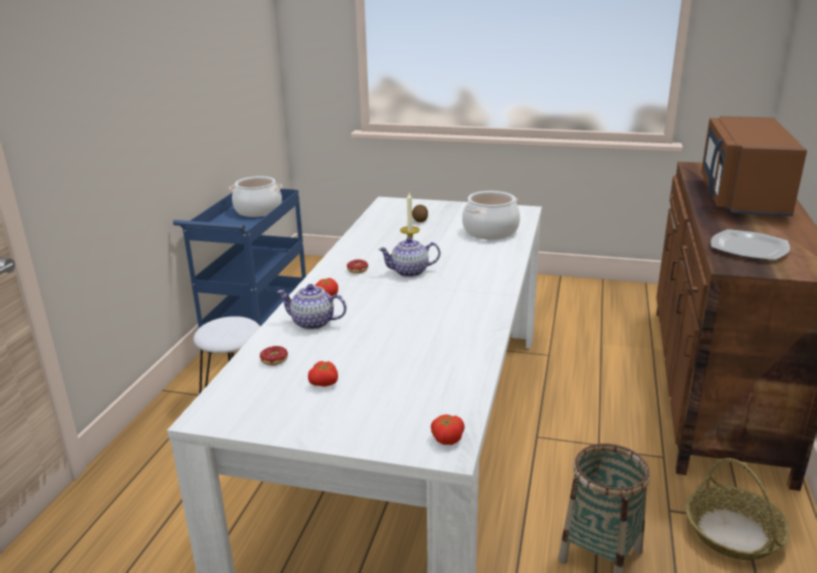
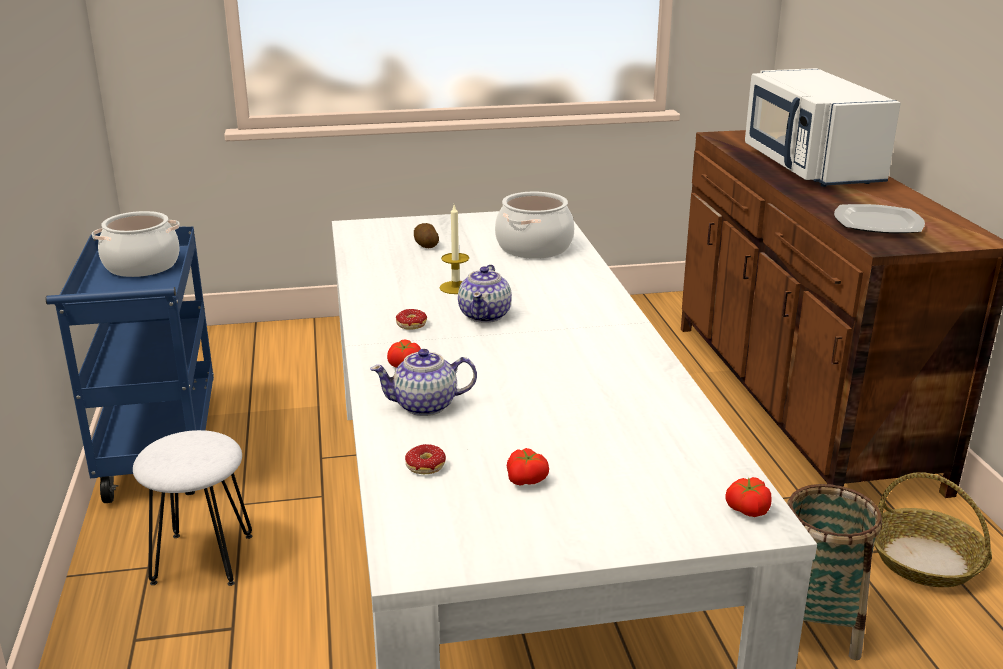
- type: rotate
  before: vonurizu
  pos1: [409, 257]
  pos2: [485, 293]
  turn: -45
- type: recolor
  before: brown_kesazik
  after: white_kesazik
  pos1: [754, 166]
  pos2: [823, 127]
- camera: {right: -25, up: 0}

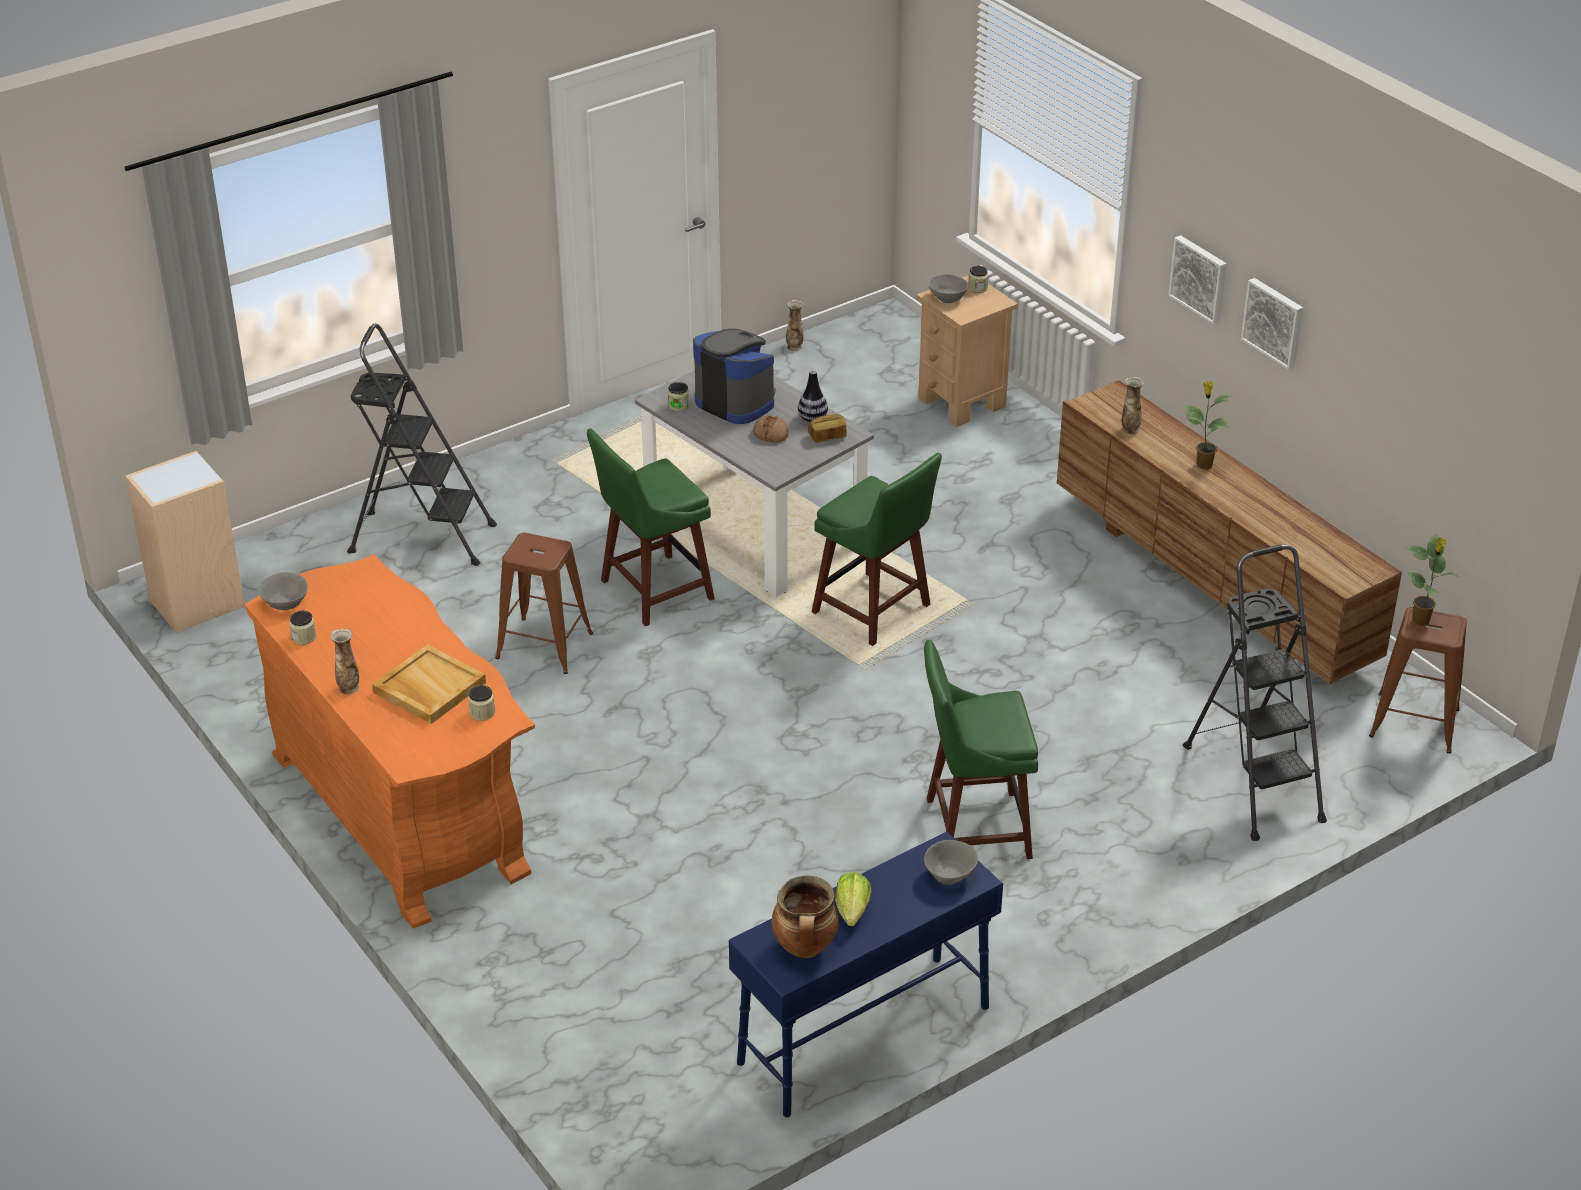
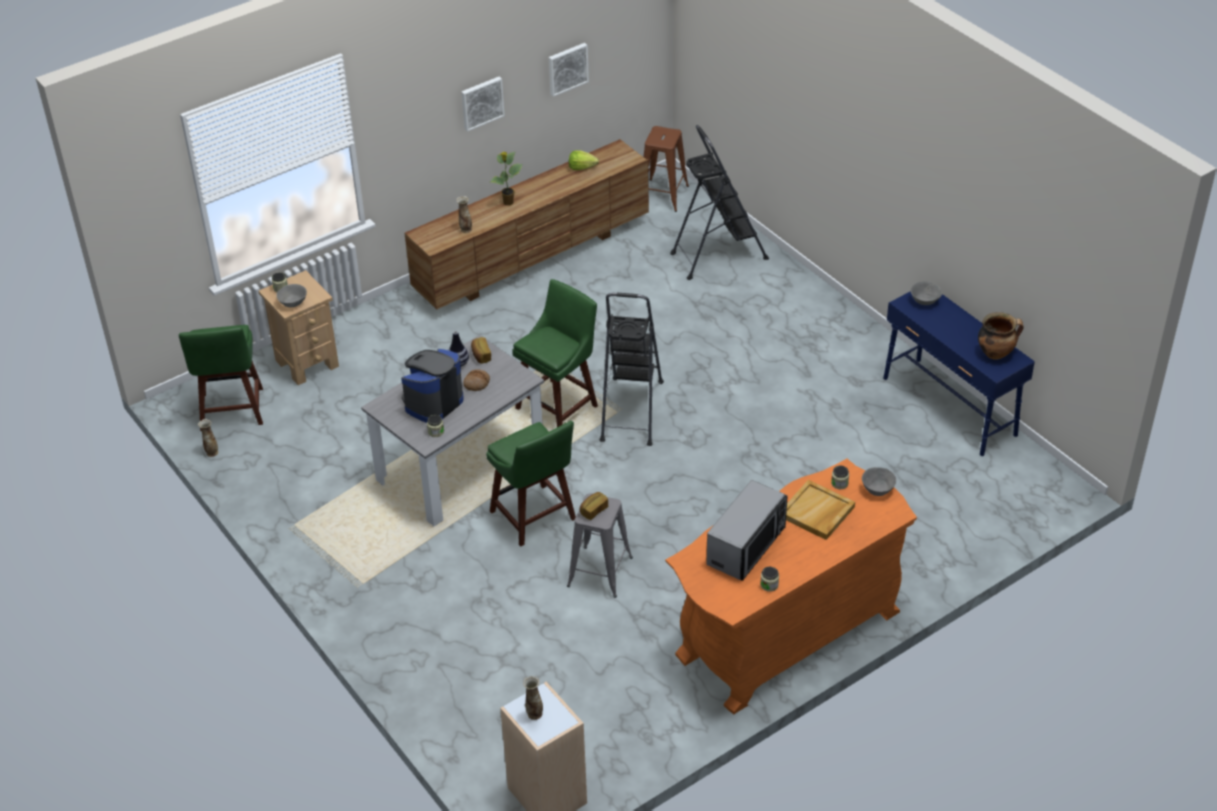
- type: move
  before: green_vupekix
  pos1: [981, 749]
  pos2: [221, 378]
- type: move
  before: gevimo
  pos1: [344, 662]
  pos2: [533, 698]
- type: move
  before: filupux
  pos1: [1197, 279]
  pos2: [569, 70]
- type: recolor
  before: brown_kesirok
  after: grey_kesirok
  pos1: [544, 603]
  pos2: [600, 545]
- type: move
  before: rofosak
  pos1: [853, 899]
  pos2: [584, 160]
- type: insert
  after: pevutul
  pos2: [594, 506]
- type: move
  before: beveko
  pos1: [422, 445]
  pos2: [632, 369]
- type: insert
  after: kesazik
  pos2: [747, 530]
- type: move
  before: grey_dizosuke
  pos1: [283, 591]
  pos2: [879, 481]
- type: delete
  before: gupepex
  pos1: [1432, 579]
- camera: {right: -90, up: 5}

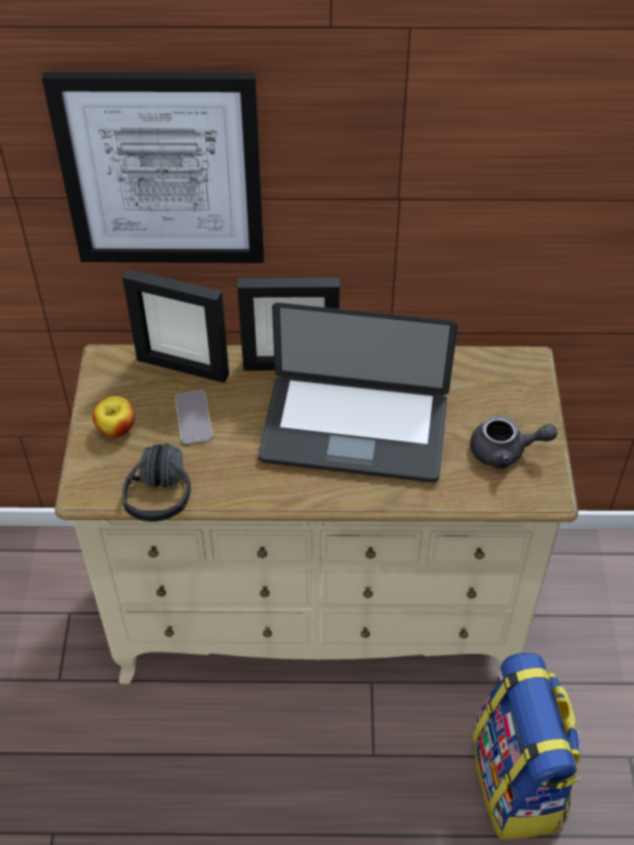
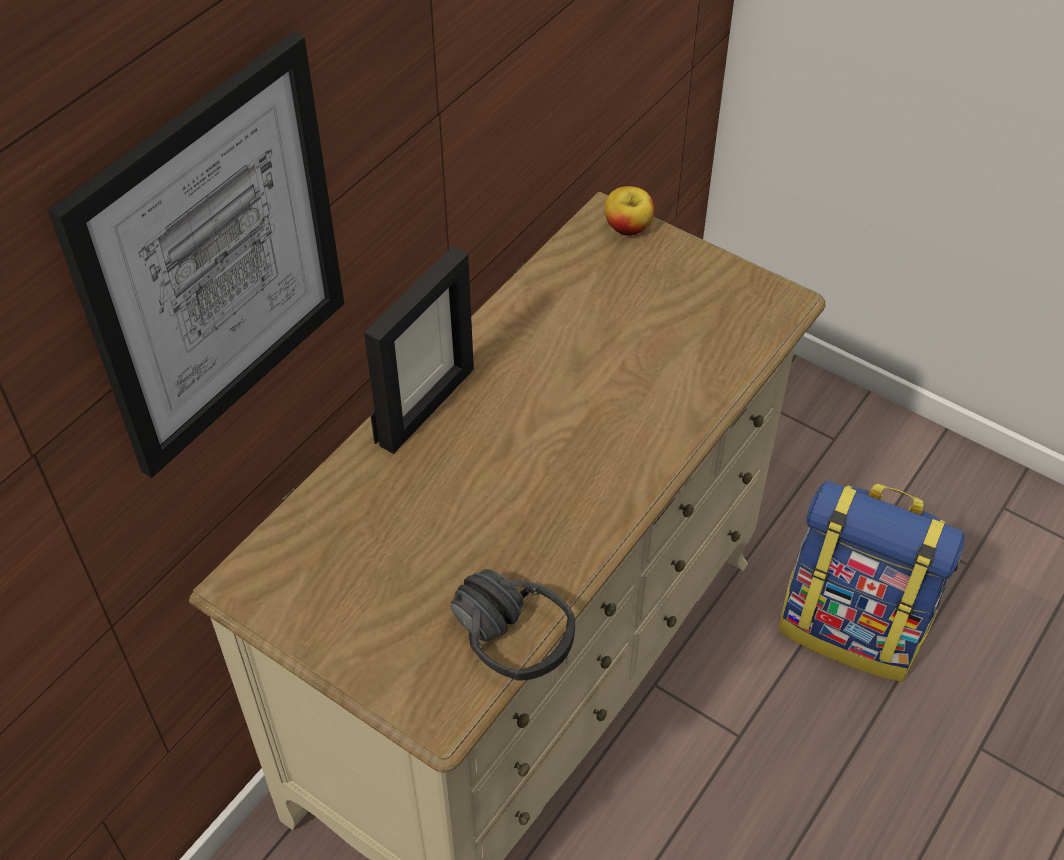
- type: move
  before: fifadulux
  pos1: [114, 416]
  pos2: [629, 211]
- type: delete
  before: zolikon
  pos1: [175, 326]
- type: delete
  before: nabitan
  pos1: [194, 417]
- type: delete
  before: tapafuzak
  pos1: [358, 393]
- type: delete
  before: grey_vonurizu
  pos1: [514, 442]
- camera: {right: -55, up: 0}

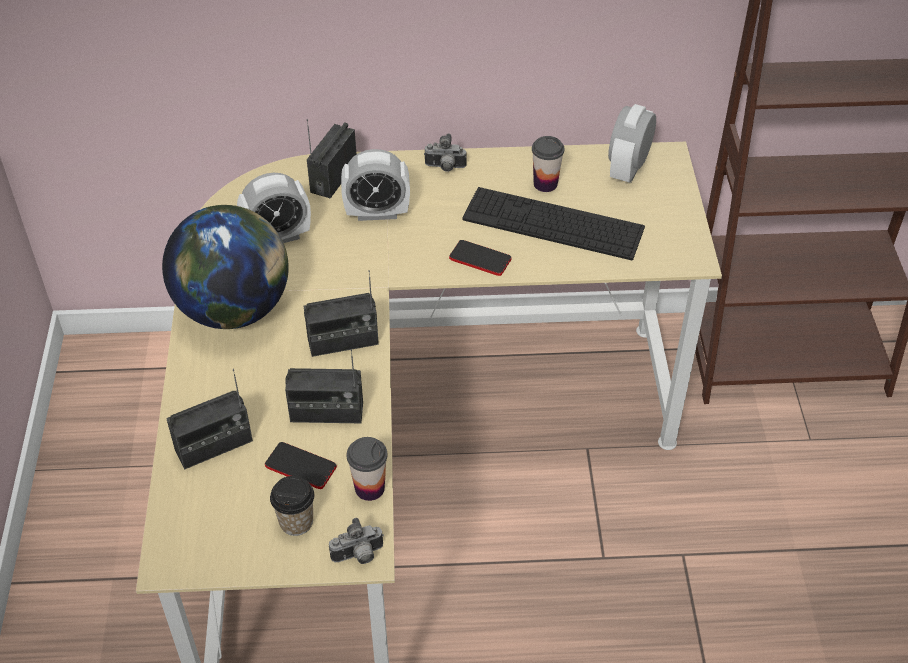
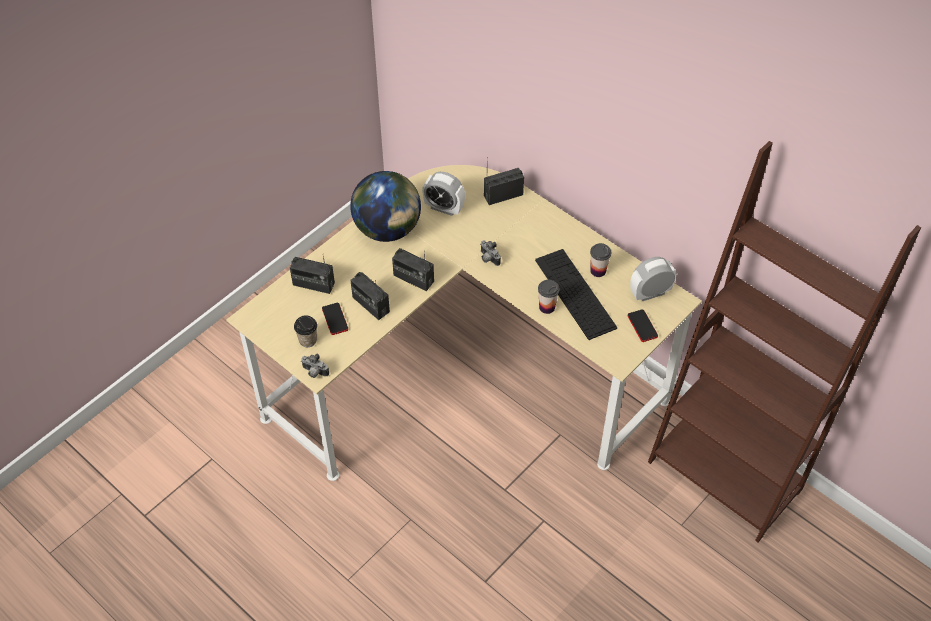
- type: move
  before: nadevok
  pos1: [445, 153]
  pos2: [490, 253]
- type: move
  before: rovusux
  pos1: [367, 469]
  pos2: [549, 297]
- type: move
  before: nabitan
  pos1: [480, 258]
  pos2: [643, 325]
- type: delete
  before: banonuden
  pos1: [375, 185]
- camera: {right: 45, up: 5}

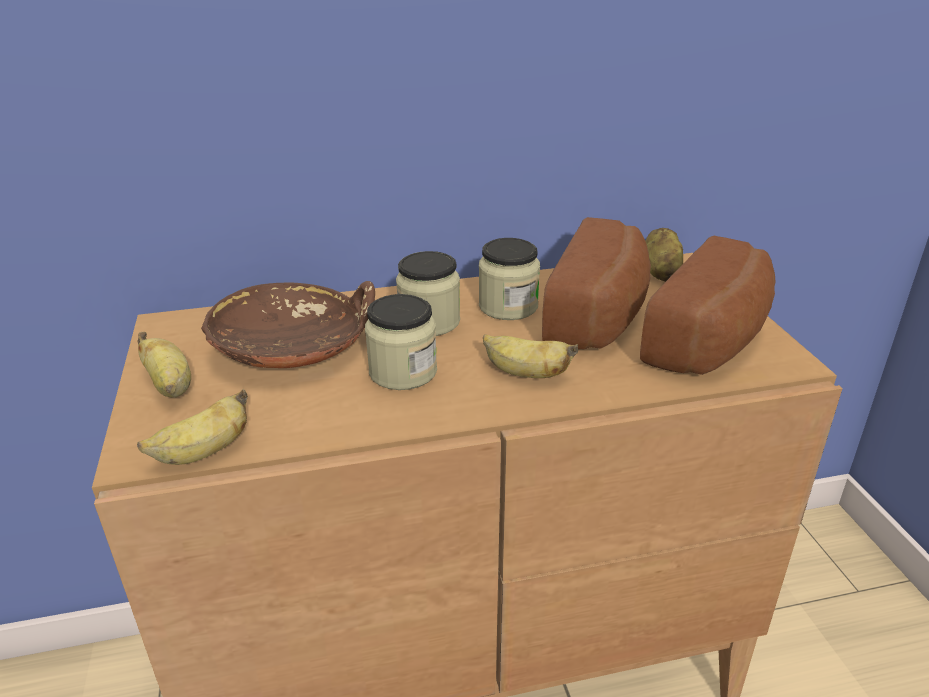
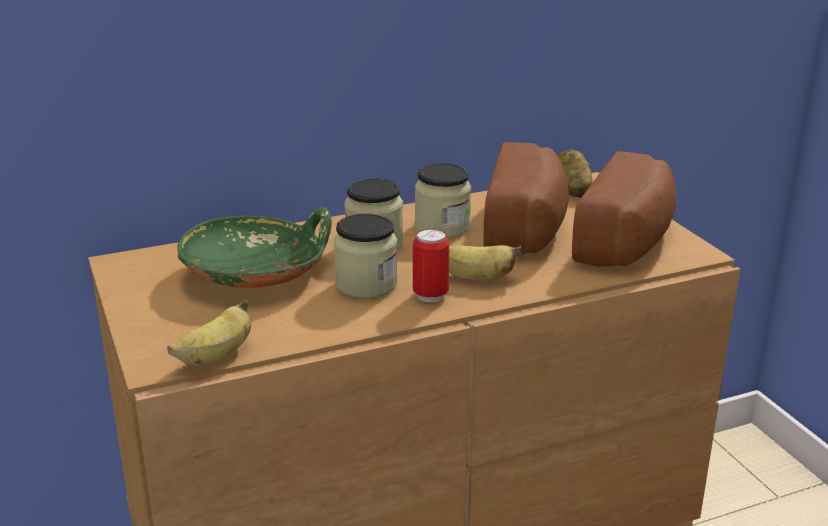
- type: recolor
  before: brown_dizosuke
  after: green_dizosuke
  pos1: [288, 324]
  pos2: [254, 247]
- type: insert
  after: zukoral
  pos2: [431, 265]
- type: delete
  before: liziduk
  pos1: [164, 365]
- camera: {right: -10, up: -5}

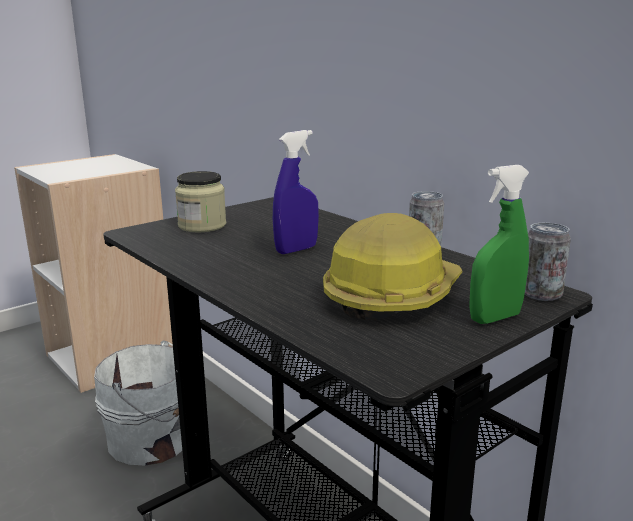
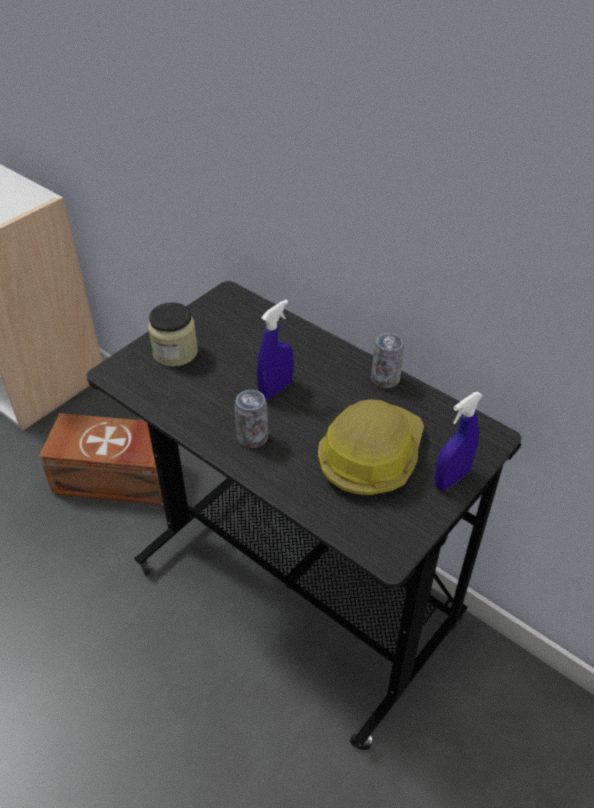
- type: replace
  before: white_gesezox
  after: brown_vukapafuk
  pos1: [138, 402]
  pos2: [101, 459]
- type: move
  before: zukoral
  pos1: [548, 262]
  pos2: [251, 419]
- type: recolor
  before: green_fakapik
  after: blue_fakapik
  pos1: [499, 244]
  pos2: [458, 441]
- camera: {right: -10, up: 25}

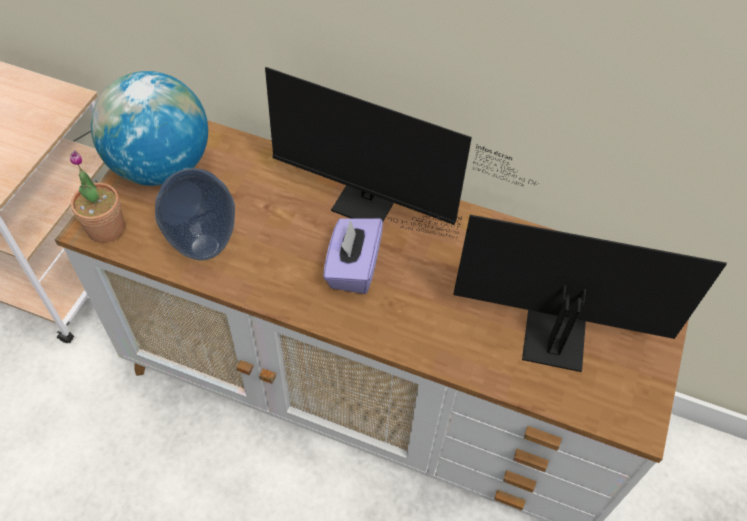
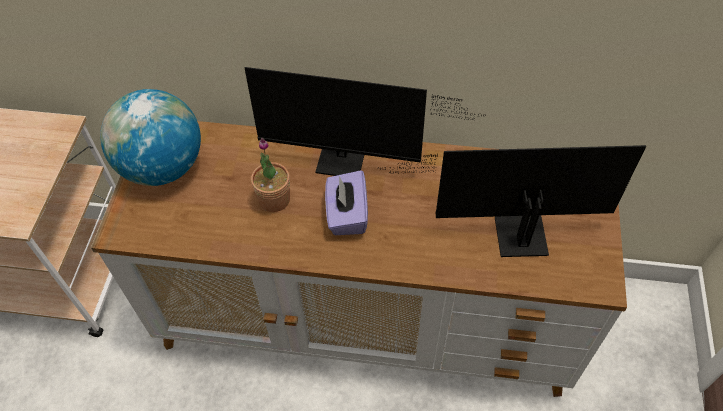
- type: move
  before: gupepex
  pos1: [97, 196]
  pos2: [270, 175]
- type: delete
  before: gevimo
  pos1: [195, 214]
- camera: {right: -10, up: 0}

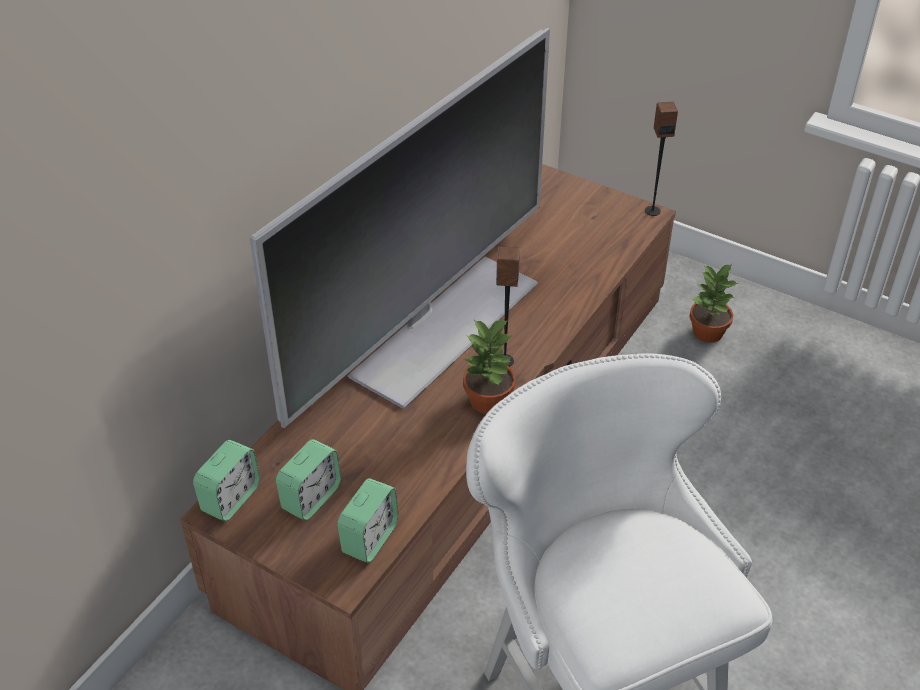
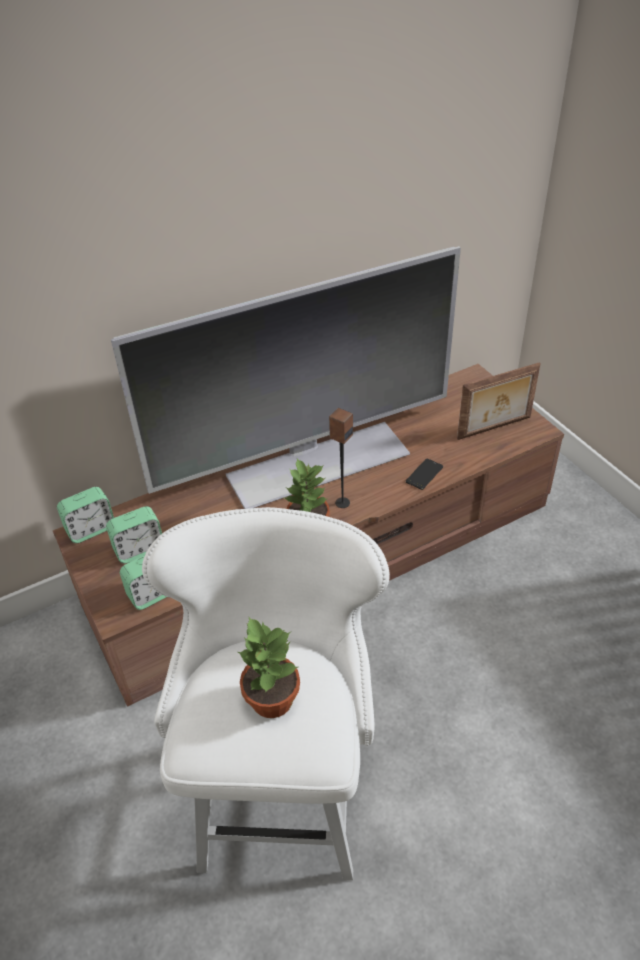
- type: move
  before: gupepex
  pos1: [714, 303]
  pos2: [269, 667]
- type: insert
  after: nabitan
  pos2: [424, 474]
- type: insert
  after: zolikon
  pos2: [499, 401]
- type: delete
  before: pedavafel
  pos1: [661, 159]
- camera: {right: 30, up: 0}

